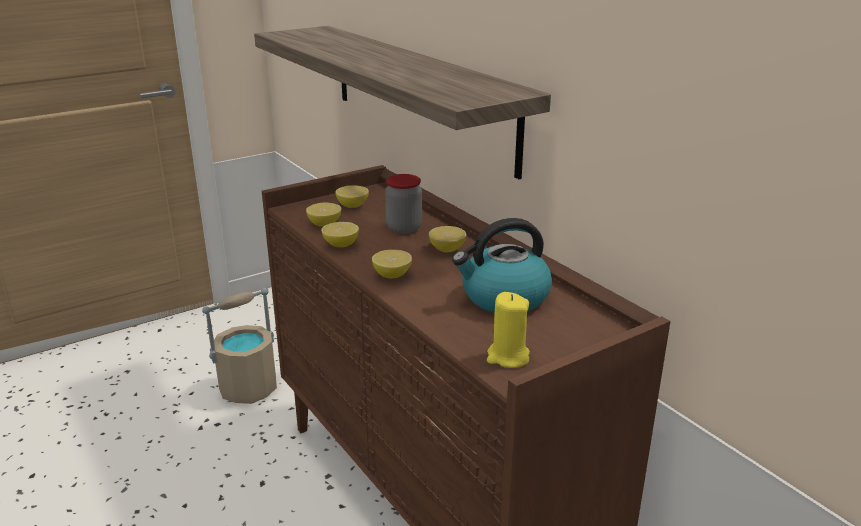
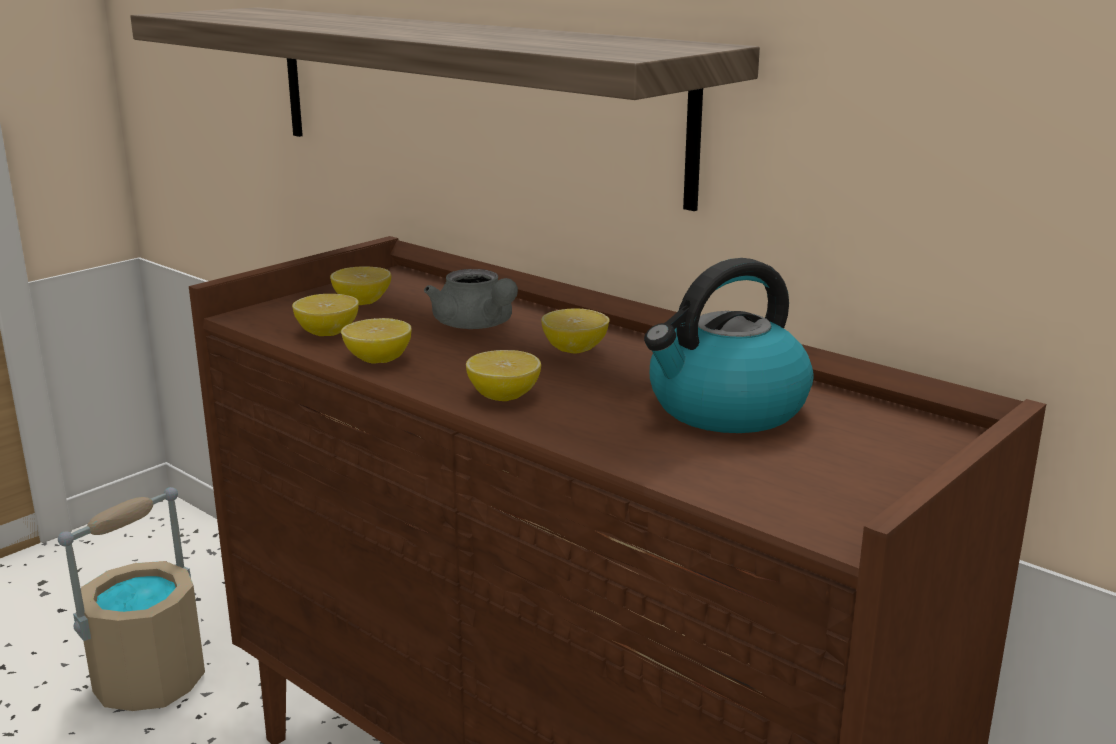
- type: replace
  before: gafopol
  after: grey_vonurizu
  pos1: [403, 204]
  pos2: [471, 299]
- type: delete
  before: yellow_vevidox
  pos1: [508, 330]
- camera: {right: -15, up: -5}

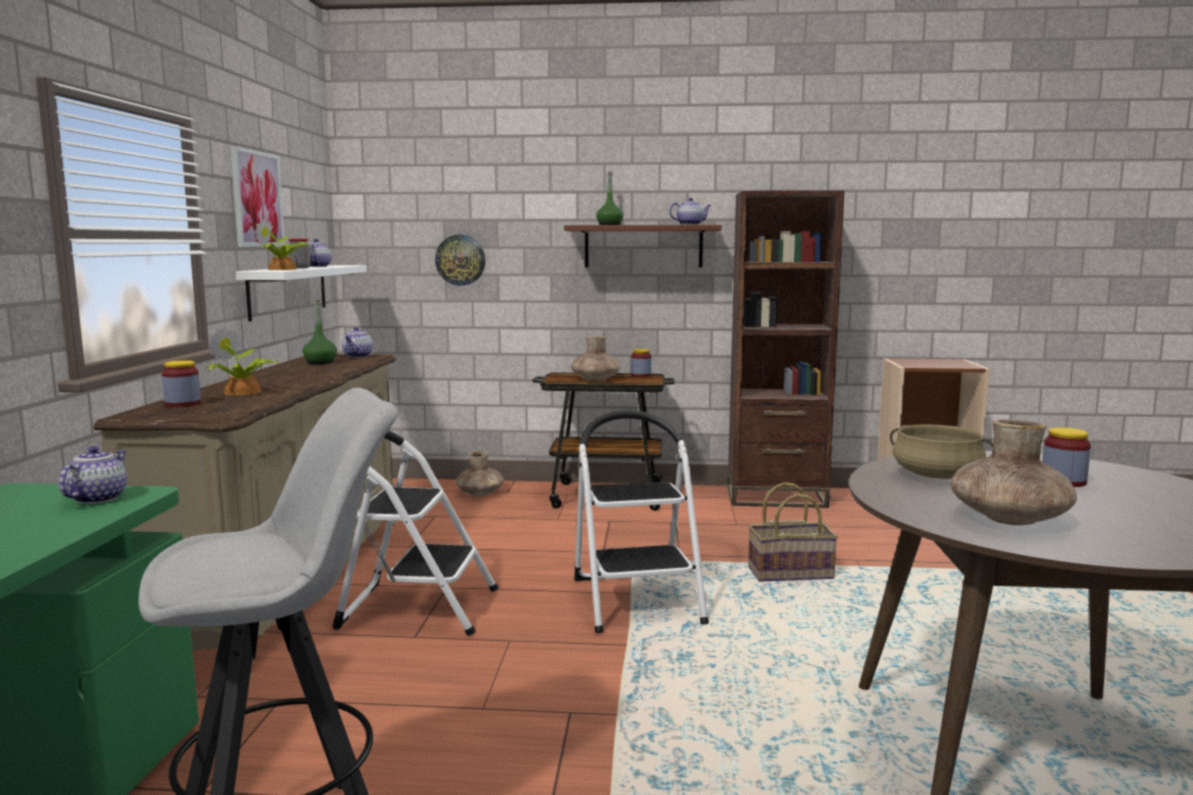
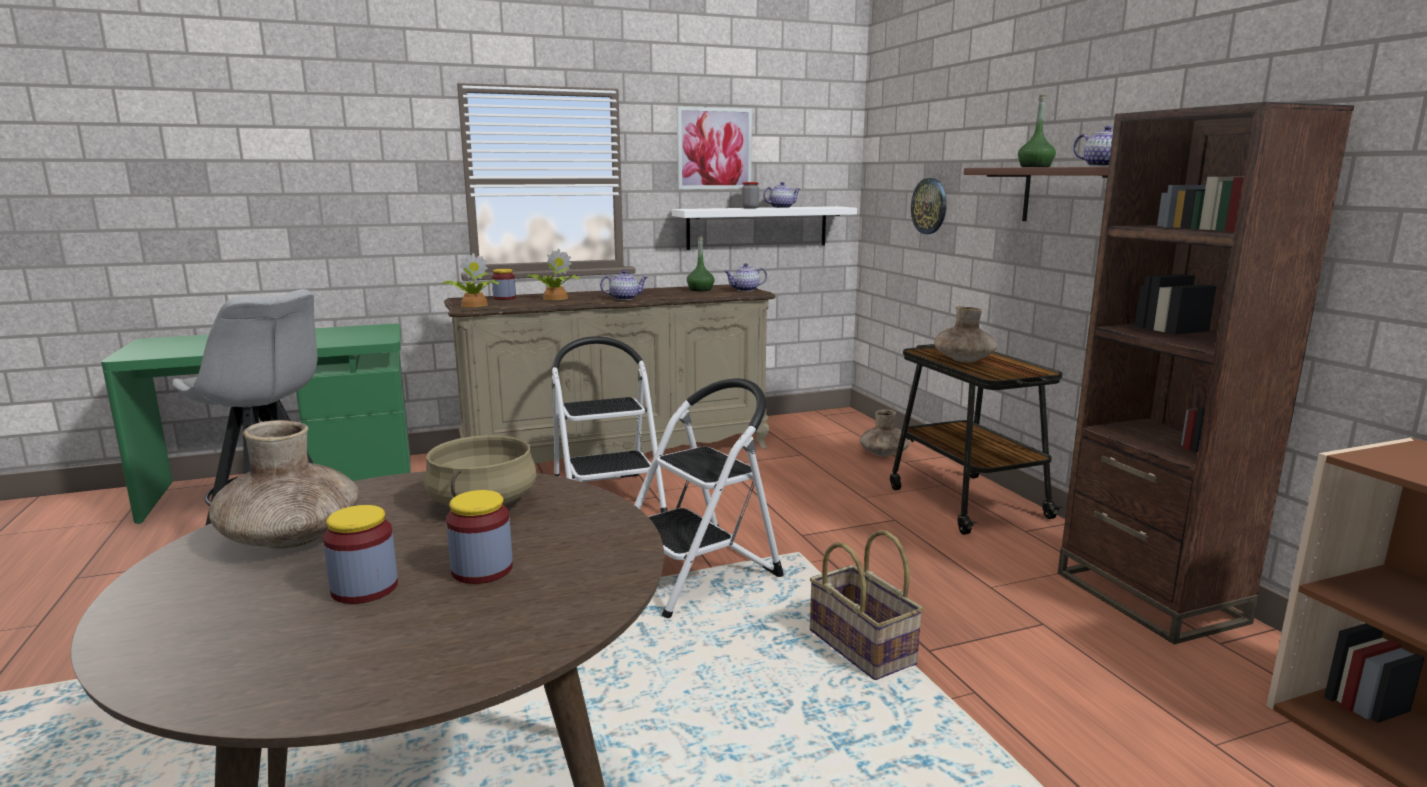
- type: move
  before: gafopol
  pos1: [641, 363]
  pos2: [360, 554]
- type: move
  before: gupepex
  pos1: [283, 243]
  pos2: [471, 280]
- type: move
  before: vonurizu
  pos1: [93, 475]
  pos2: [623, 285]
- camera: {right: 65, up: 5}

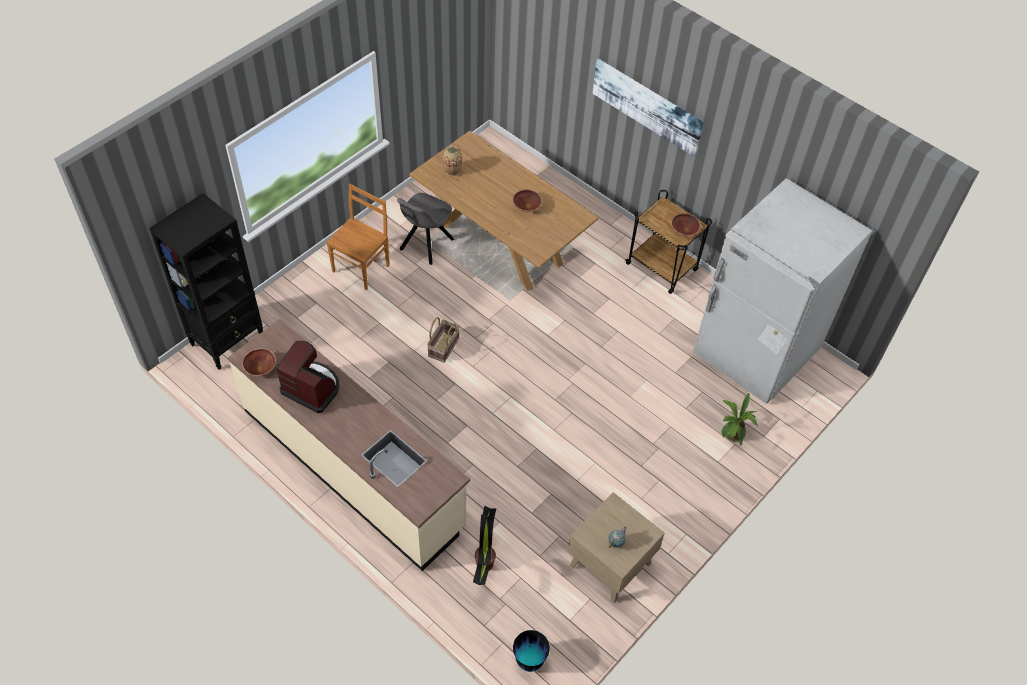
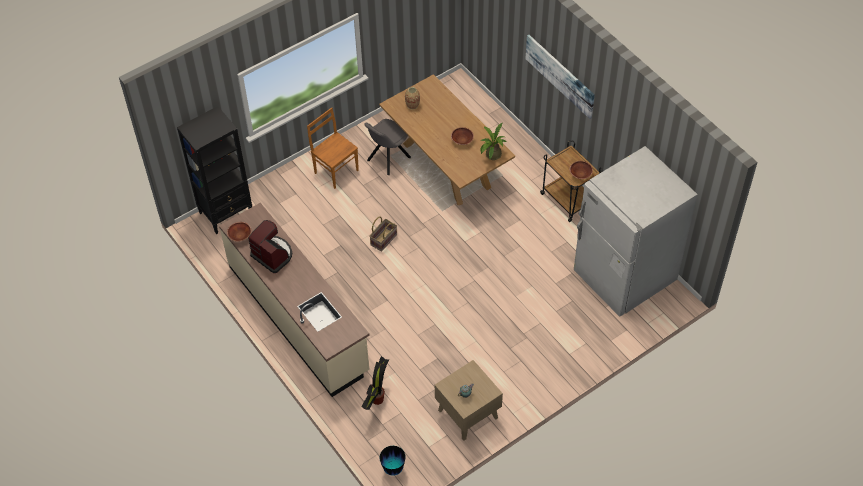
- type: rotate
  before: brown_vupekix
  pos1: [357, 237]
  pos2: [333, 148]
  turn: -90
- type: move
  before: gupepex
  pos1: [739, 419]
  pos2: [493, 141]
- camera: {right: 15, up: 0}

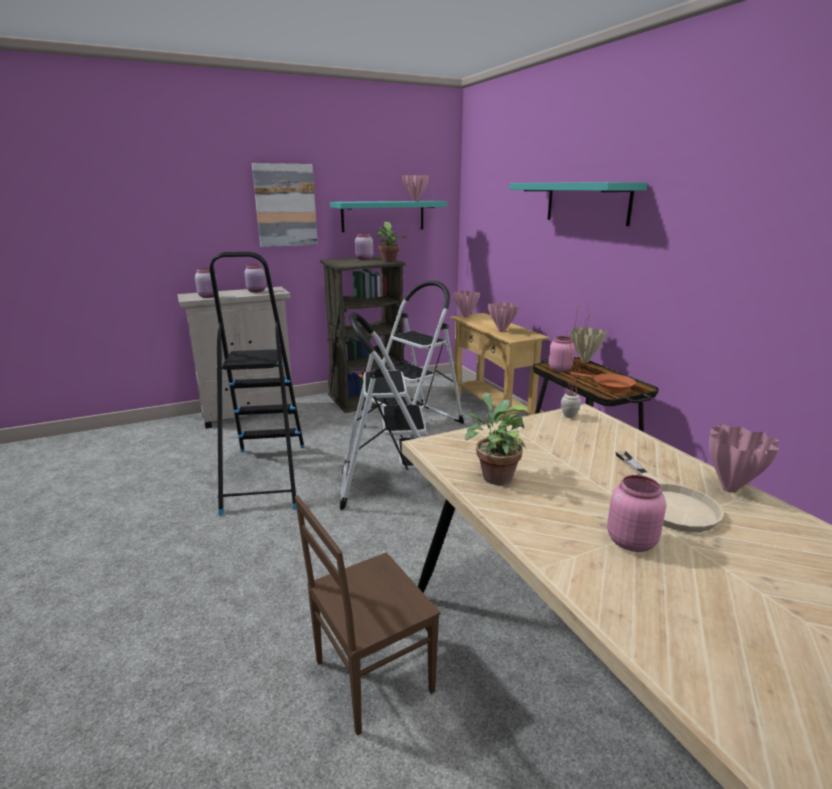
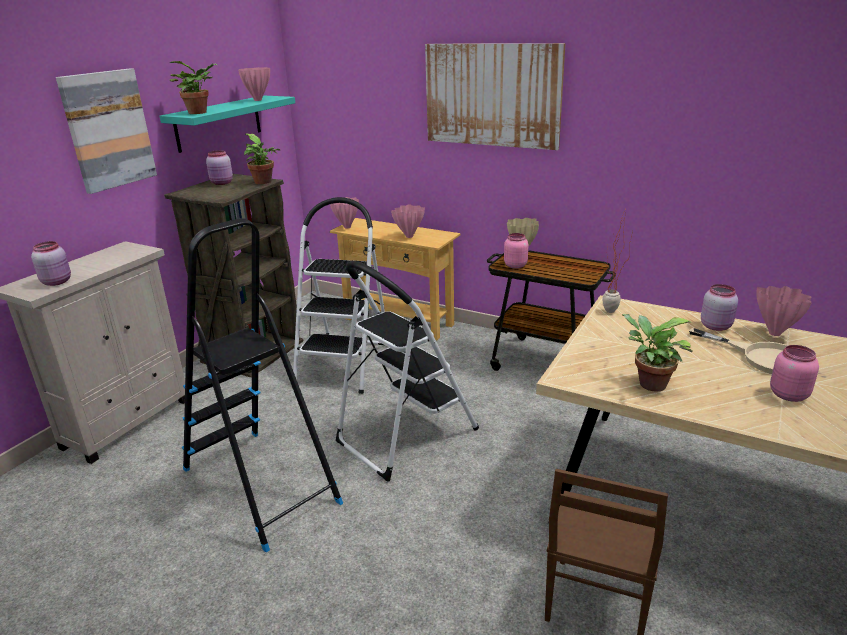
- type: insert
  after: gupepex
  pos2: [193, 87]
- type: replace
  before: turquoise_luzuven
  after: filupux
  pos1: [578, 204]
  pos2: [495, 96]
- type: move
  before: pink_gafopol
  pos1: [255, 278]
  pos2: [719, 307]
- type: delete
  before: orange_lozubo
  pos1: [603, 382]
- camera: {right: -35, up: 5}

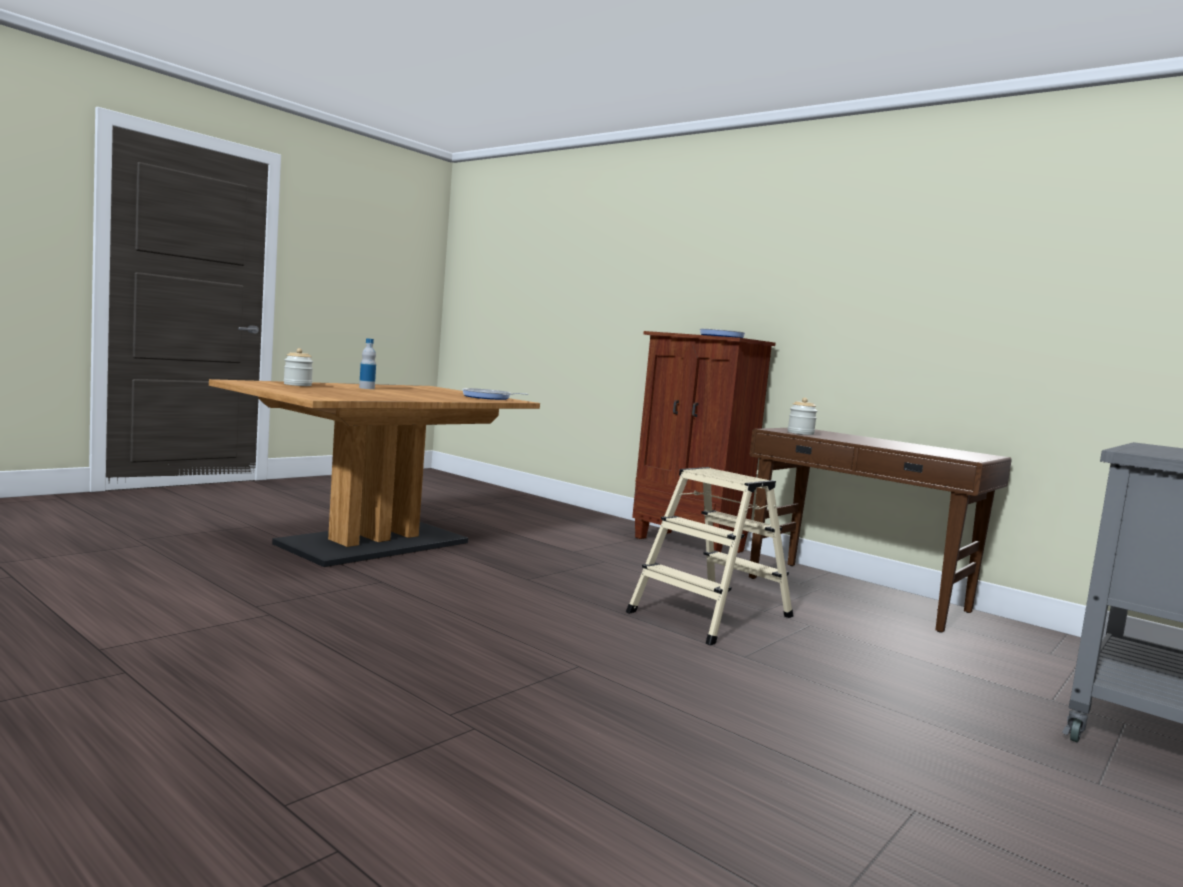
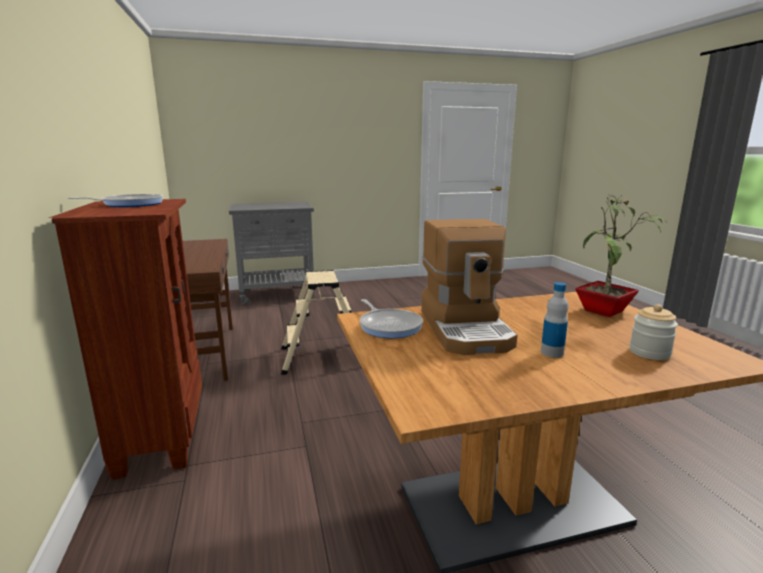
- type: insert
  after: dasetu
  pos2: [469, 287]
- type: insert
  after: gupepex
  pos2: [620, 256]
- type: delete
  before: gafopol
  pos1: [802, 416]
- camera: {right: -145, up: 10}

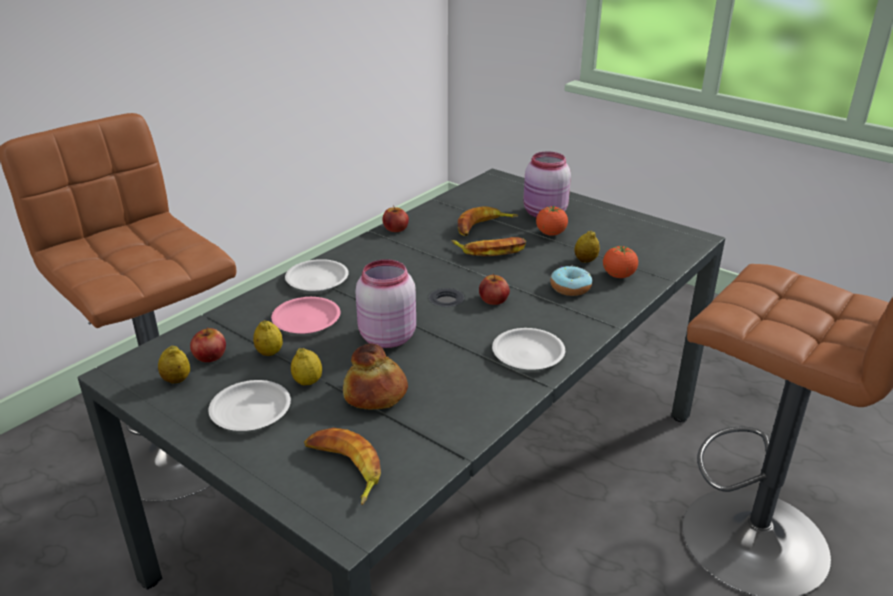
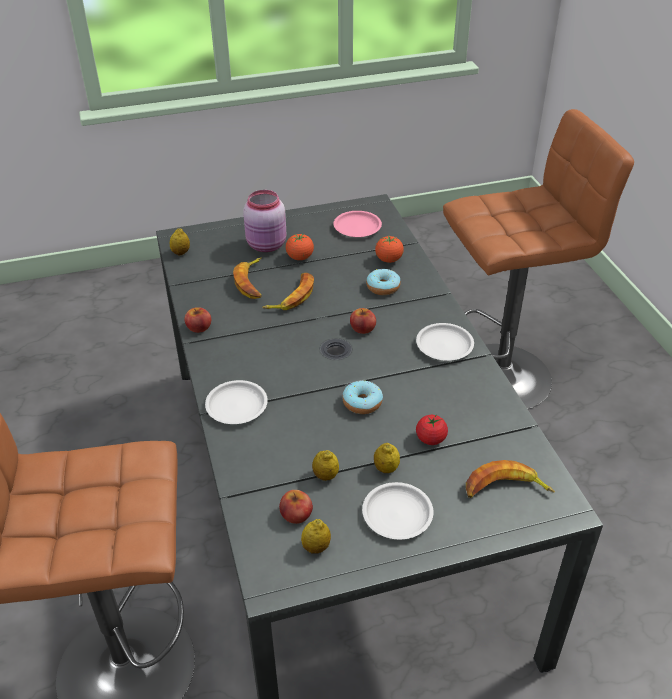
- type: move
  before: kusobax
  pos1: [587, 247]
  pos2: [180, 241]
- type: move
  before: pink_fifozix
  pos1: [305, 315]
  pos2: [357, 224]
- type: replace
  before: pink_gafopol
  after: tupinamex
  pos1: [386, 303]
  pos2: [362, 397]
- type: replace
  before: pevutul
  after: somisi
  pos1: [375, 376]
  pos2: [432, 429]
- camera: {right: -55, up: 10}

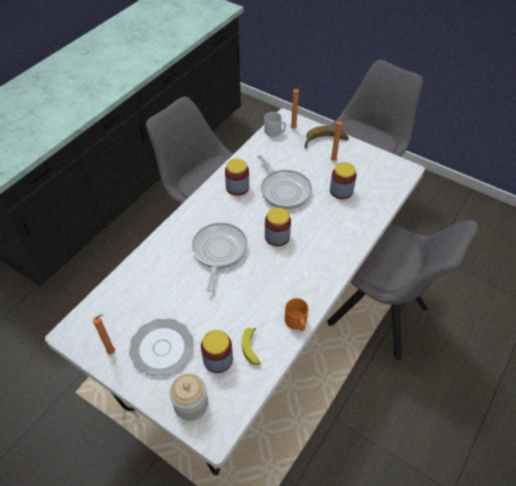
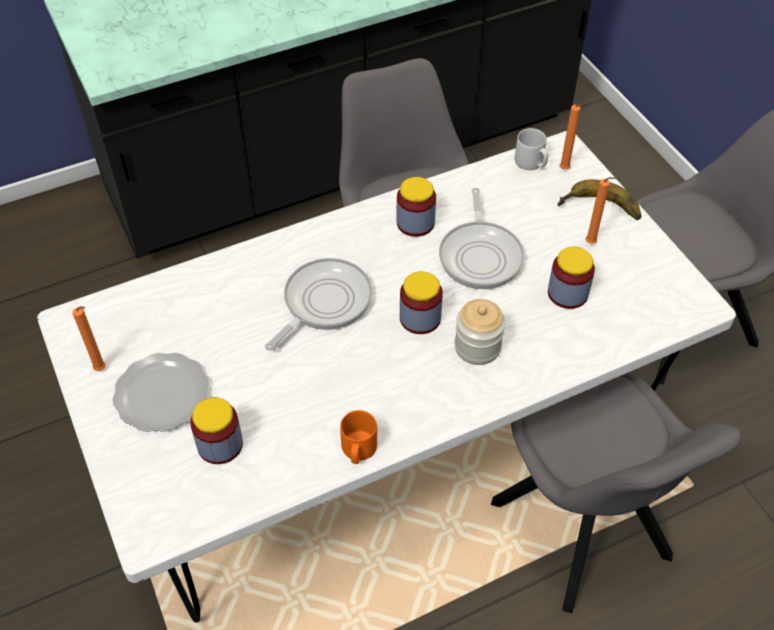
- type: move
  before: gafopol
  pos1: [189, 397]
  pos2: [480, 332]
- type: delete
  before: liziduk
  pos1: [251, 346]
- camera: {right: 30, up: 0}

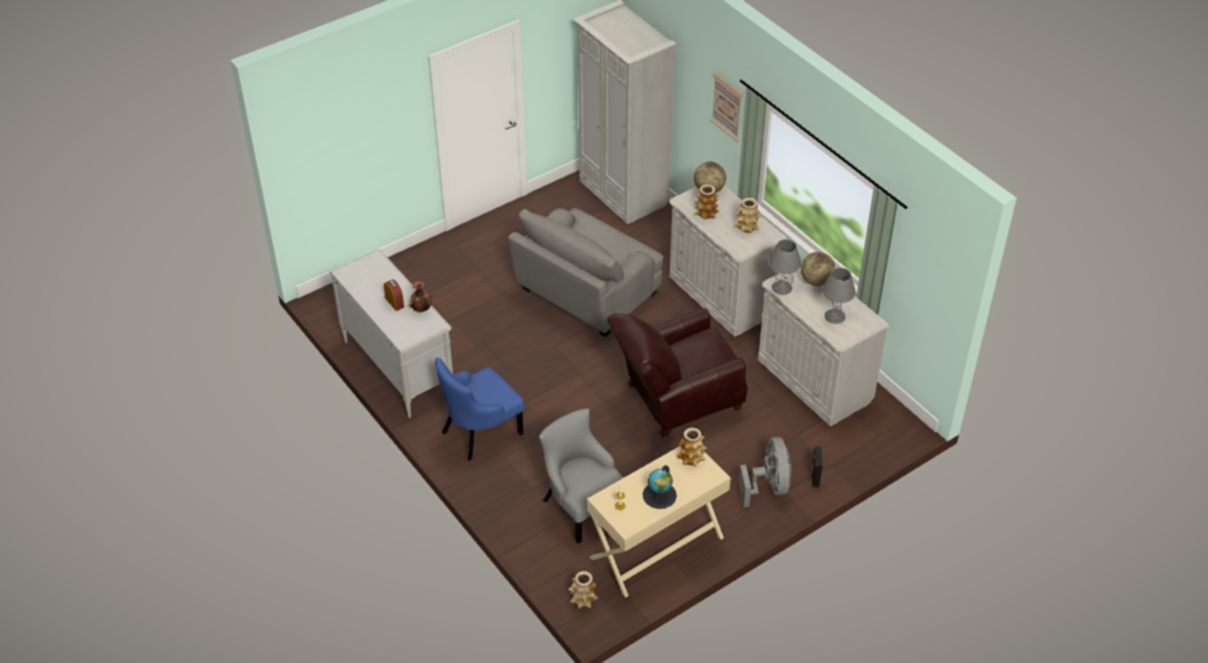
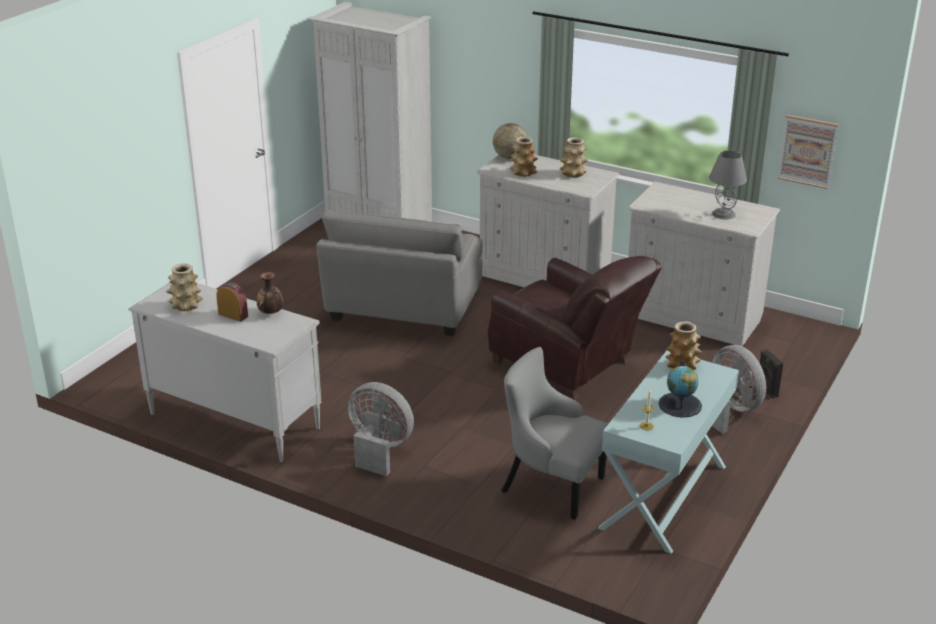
- type: move
  before: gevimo
  pos1: [583, 590]
  pos2: [184, 287]
- type: replace
  before: blue_vupekix
  after: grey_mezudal
  pos1: [480, 409]
  pos2: [381, 429]
- type: rotate
  before: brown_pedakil
  pos1: [677, 373]
  pos2: [575, 328]
  turn: -90
- type: recolor
  before: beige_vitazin
  after: turquoise_vitazin
  pos1: [659, 522]
  pos2: [668, 452]
- type: move
  before: filupux
  pos1: [726, 107]
  pos2: [808, 152]
- type: delete
  before: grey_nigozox
  pos1: [784, 267]
- type: delete
  before: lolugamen
  pos1: [818, 269]
- camera: {right: -25, up: -15}

